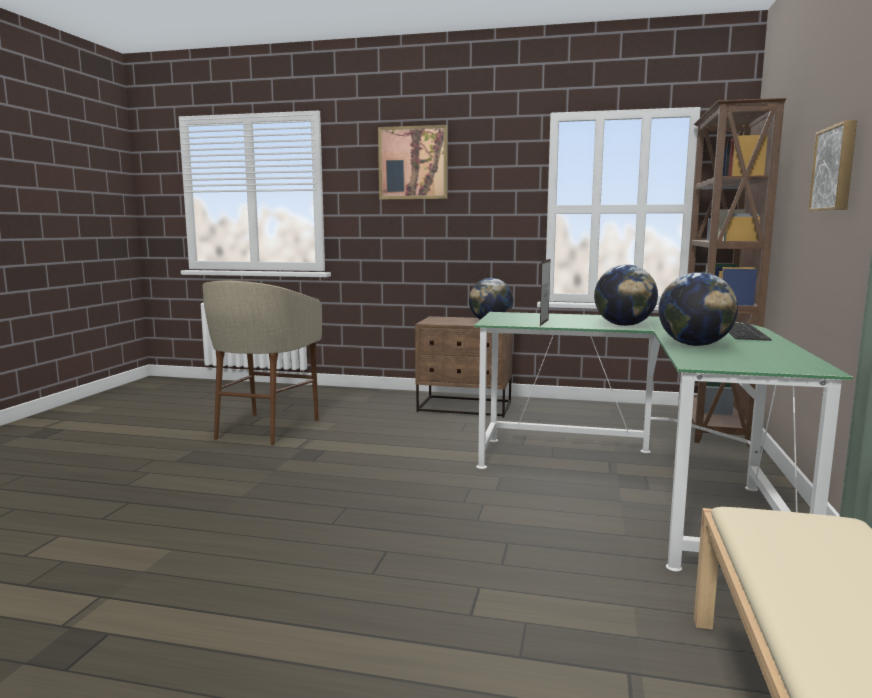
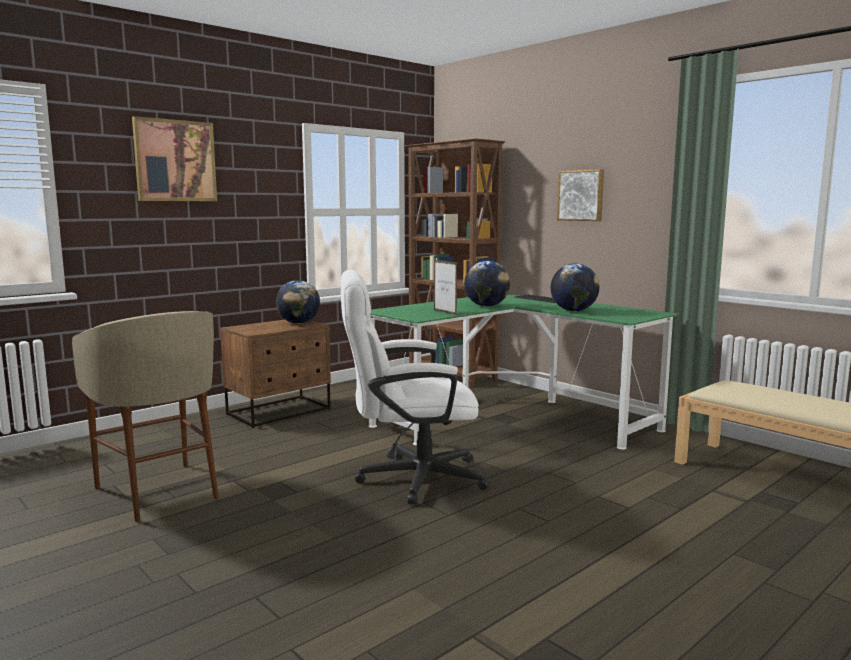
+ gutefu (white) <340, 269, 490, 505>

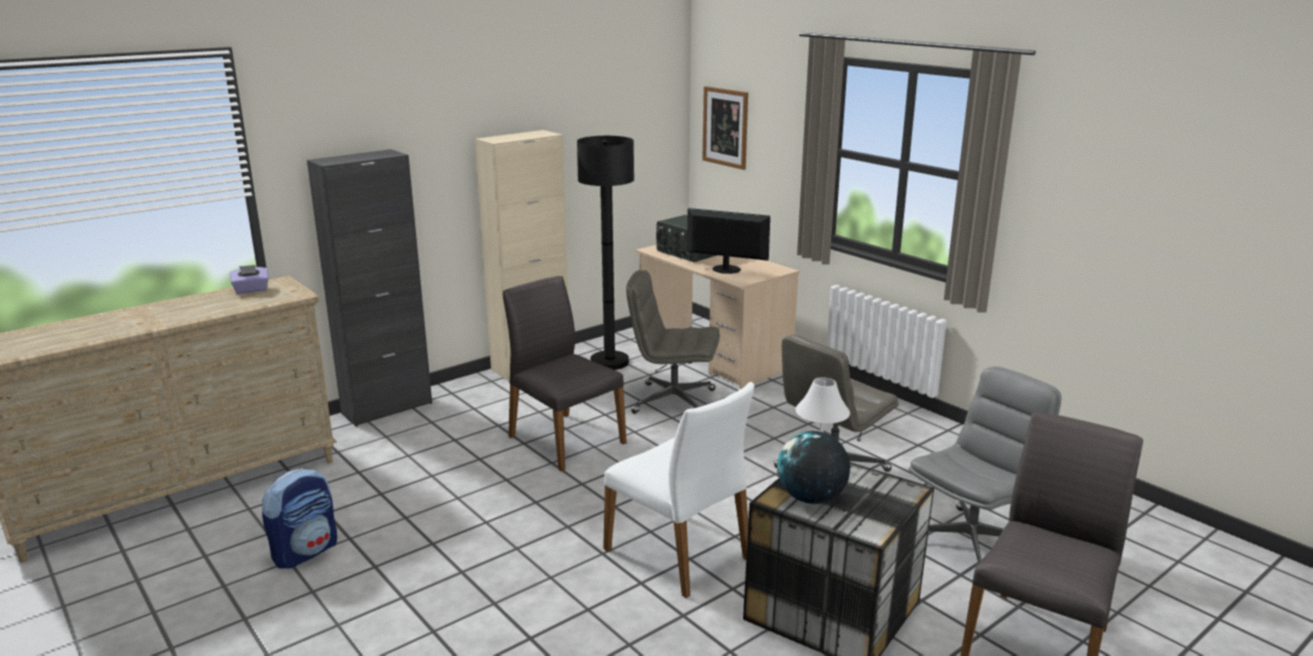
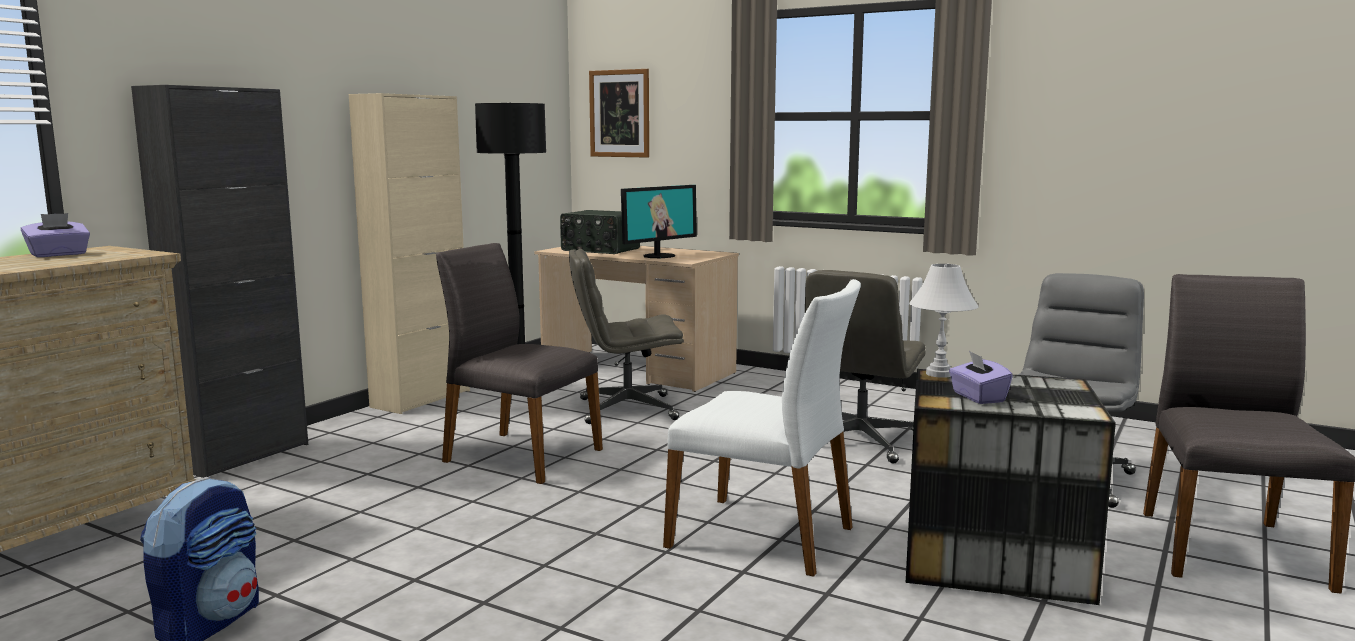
~ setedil <688, 208, 770, 274> = <621, 185, 697, 258> 135 degrees clockwise
~ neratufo <777, 431, 850, 504> to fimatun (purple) <949, 351, 1013, 404>

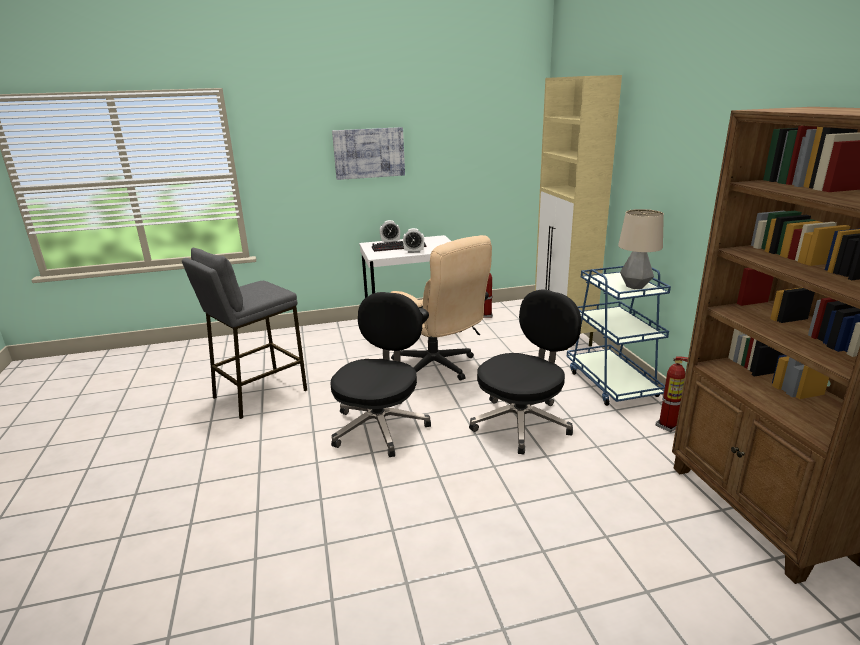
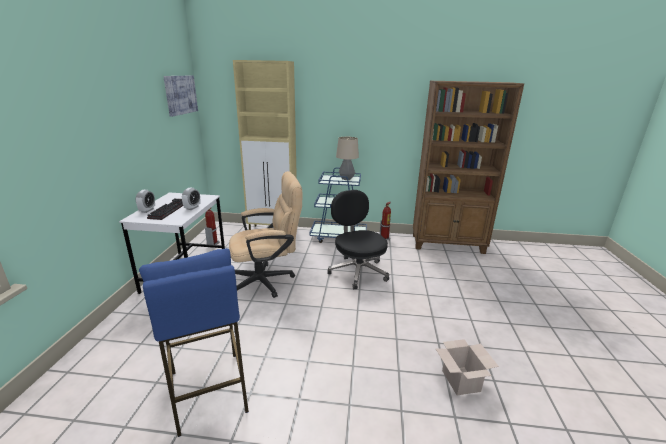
~ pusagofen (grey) <182, 248, 307, 419> to pusagofen (blue) <139, 248, 249, 437>
~ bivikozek <332, 127, 405, 180> to <163, 76, 198, 117>
+ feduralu <435, 339, 499, 395>
- gutefu (black) <331, 292, 431, 457>

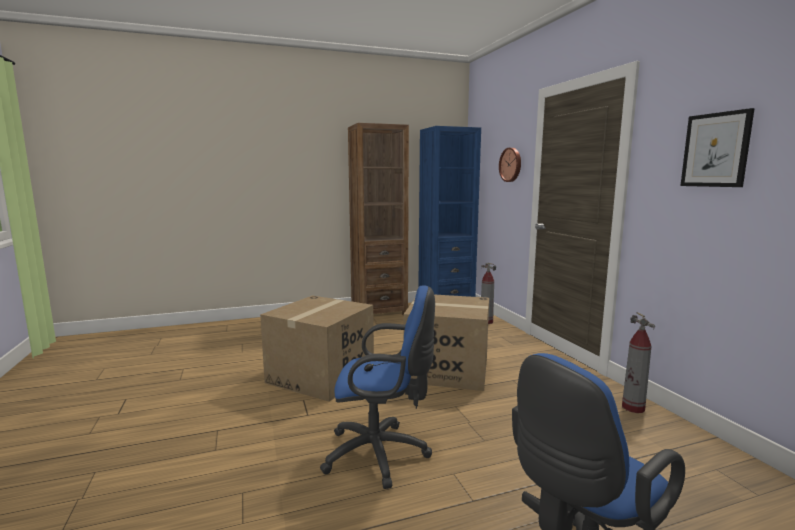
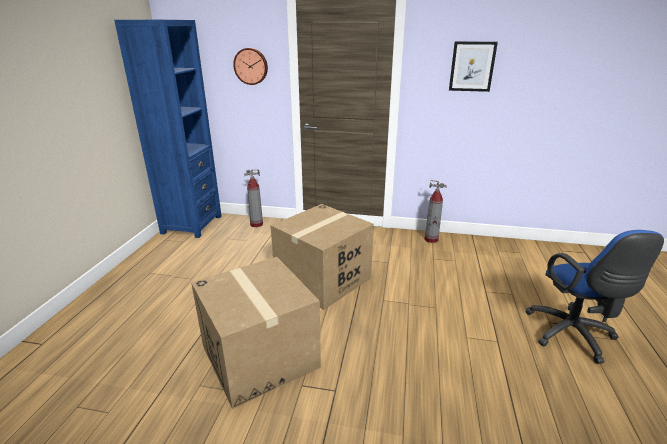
- gutefu (blue) <320, 285, 435, 489>
- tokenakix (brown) <348, 123, 409, 316>

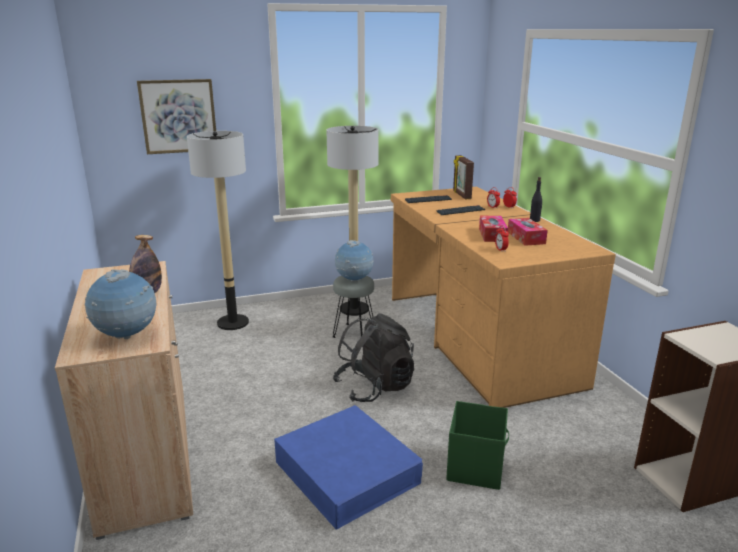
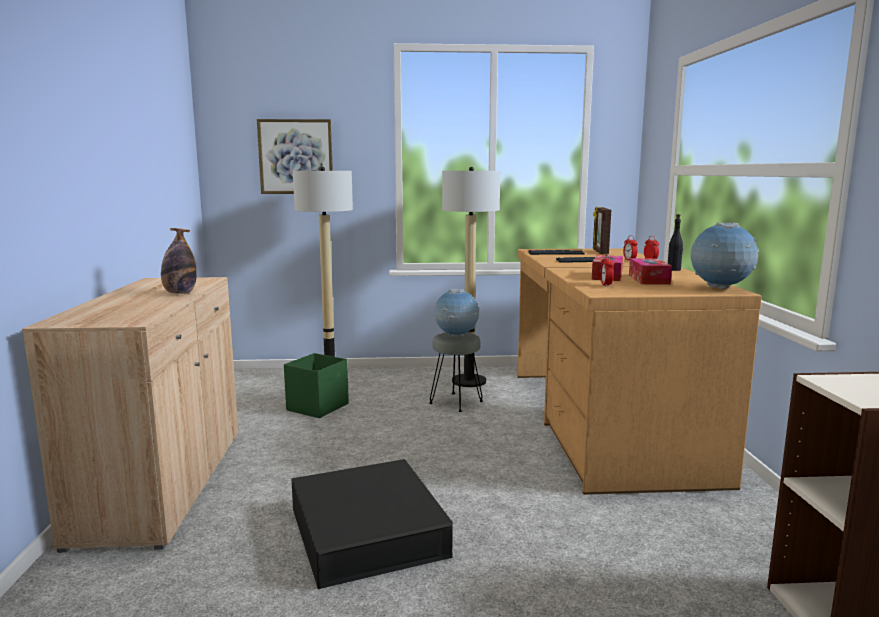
~ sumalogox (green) <446, 401, 509, 490> to <284, 353, 349, 418>
~ sumalogox (blue) <274, 405, 423, 530> to sumalogox (black) <291, 459, 453, 589>
~ neratufo <85, 269, 157, 339> to <691, 222, 759, 289>
- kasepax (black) <333, 313, 414, 402>

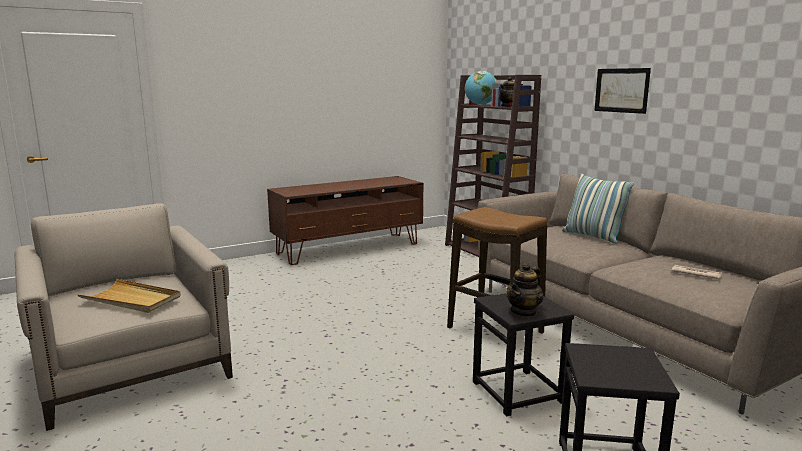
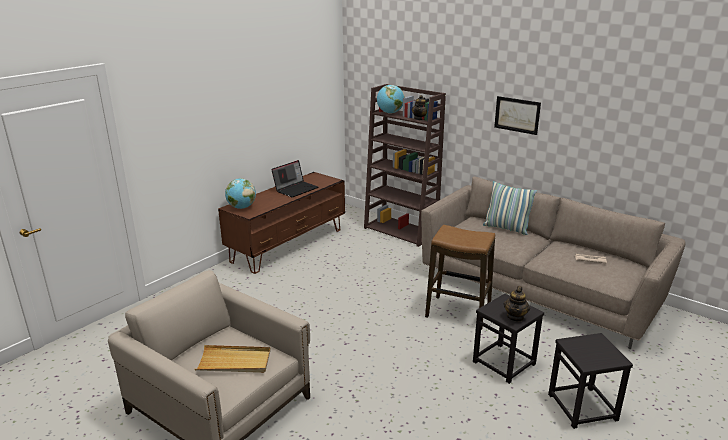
+ neratufo <225, 178, 256, 209>
+ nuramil <271, 160, 318, 197>

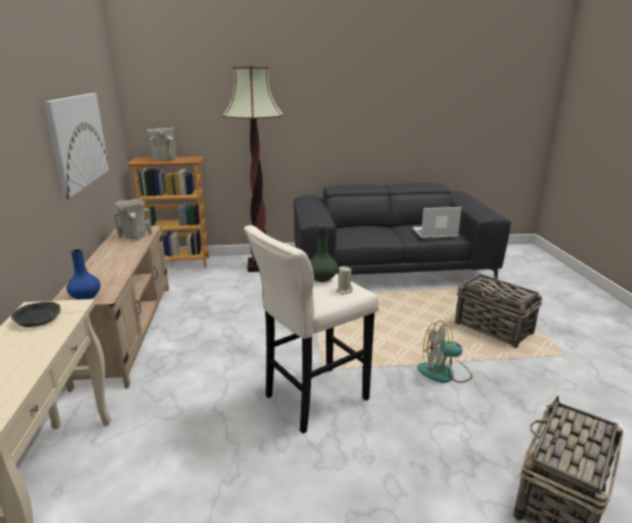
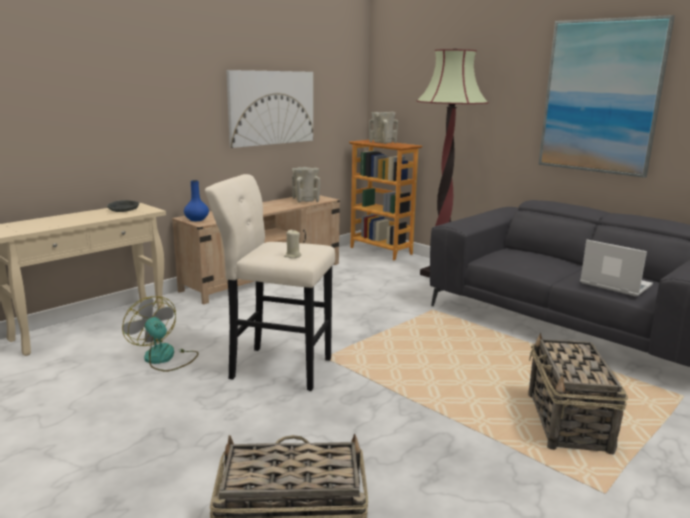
~ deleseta <417, 321, 472, 383> to <122, 296, 199, 372>
+ bivikozek <538, 15, 675, 178>
- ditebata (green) <310, 229, 338, 282>

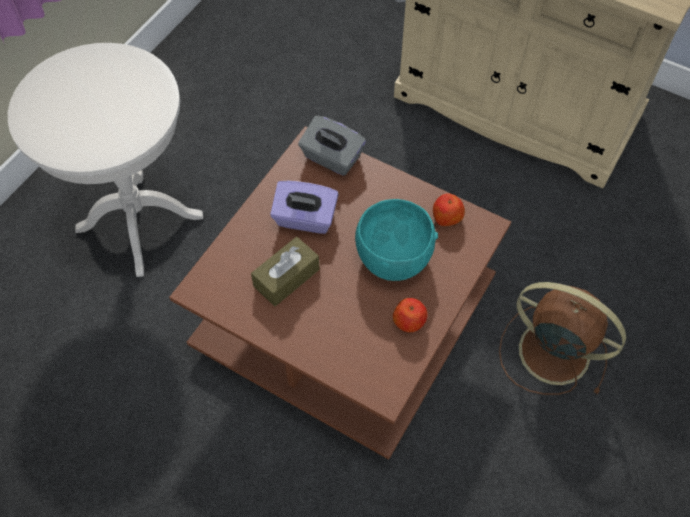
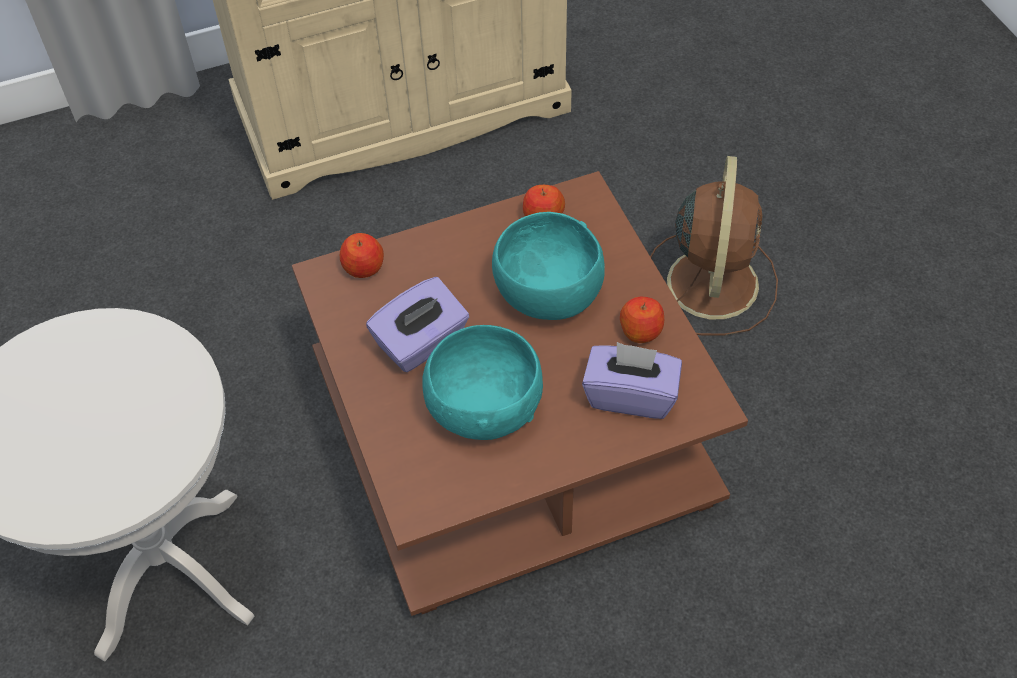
~ fimatun (grey) <298, 116, 366, 176> to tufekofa <340, 233, 384, 278>
~ fimatun (brown) <251, 237, 320, 307> to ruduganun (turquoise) <422, 325, 543, 440>
+ fimatun (purple) <582, 342, 682, 419>
~ deleseta (brown) <499, 282, 626, 395> = <650, 156, 778, 336> 120 degrees clockwise

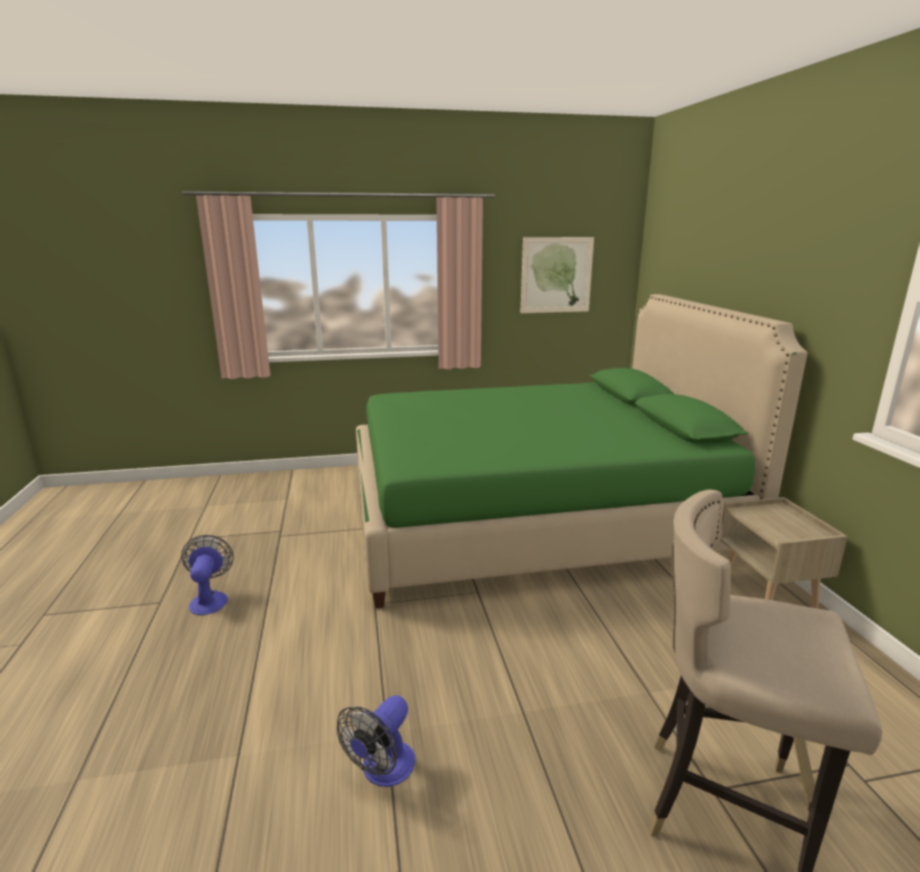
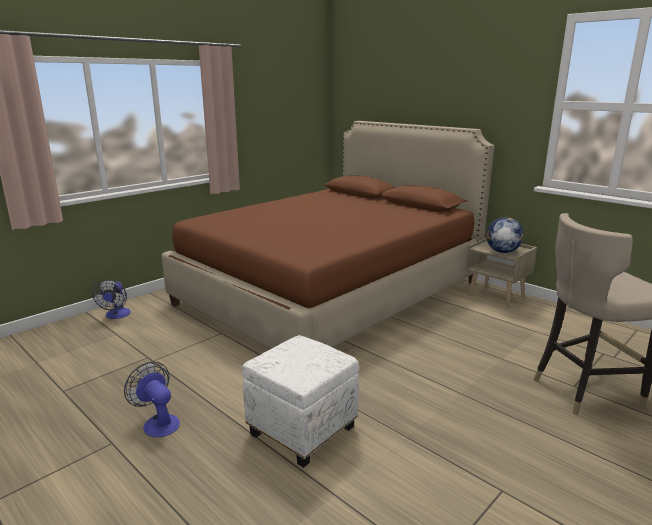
~ deleseta <337, 695, 415, 787> to <92, 280, 131, 319>
~ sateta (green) <356, 294, 807, 608> to sateta (brown) <162, 121, 494, 349>
+ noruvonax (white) <242, 335, 359, 468>
+ neratufo <486, 217, 524, 253>
- bivikozek <520, 237, 594, 313>

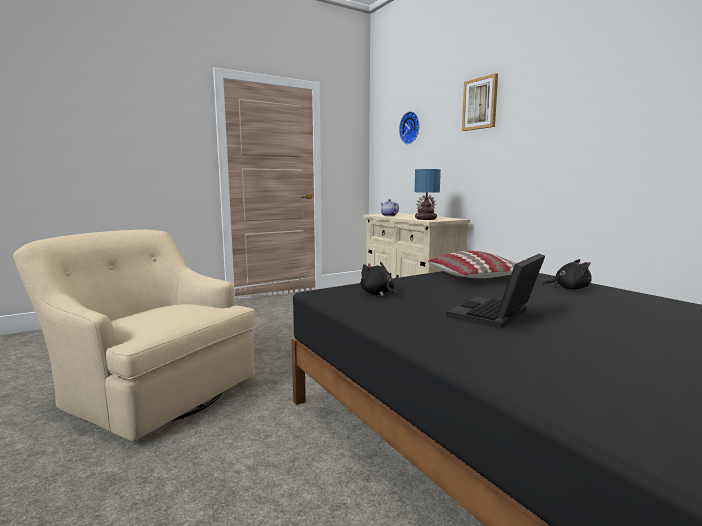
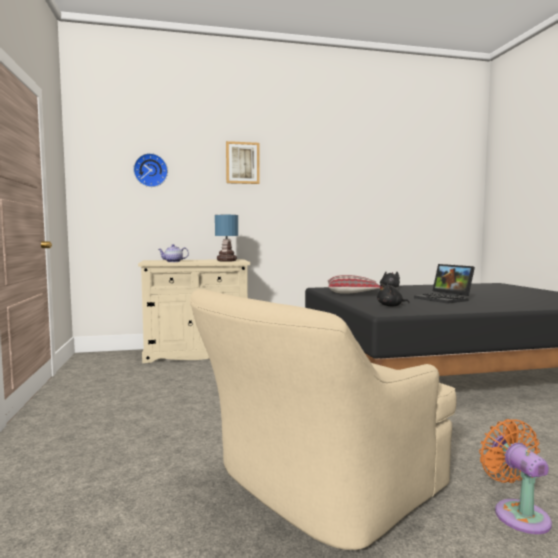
+ deleseta (orange) <479, 419, 552, 534>

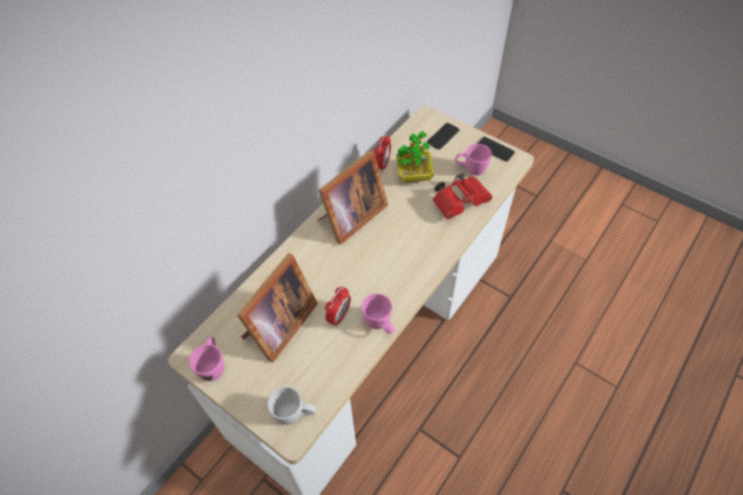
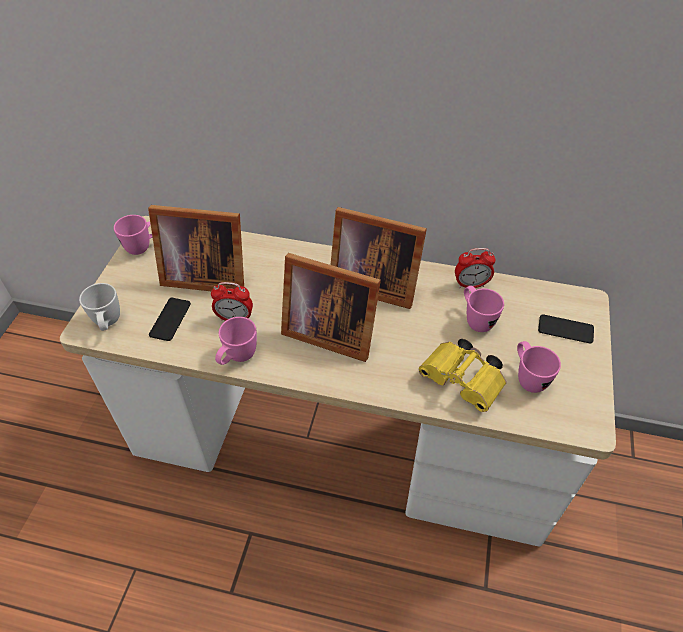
~ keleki <477, 137, 515, 162> to <149, 298, 191, 341>
+ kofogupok <281, 253, 381, 362>
~ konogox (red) <433, 173, 492, 220> to konogox (yellow) <419, 339, 506, 412>
~ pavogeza <396, 131, 434, 182> to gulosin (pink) <464, 286, 504, 332>

